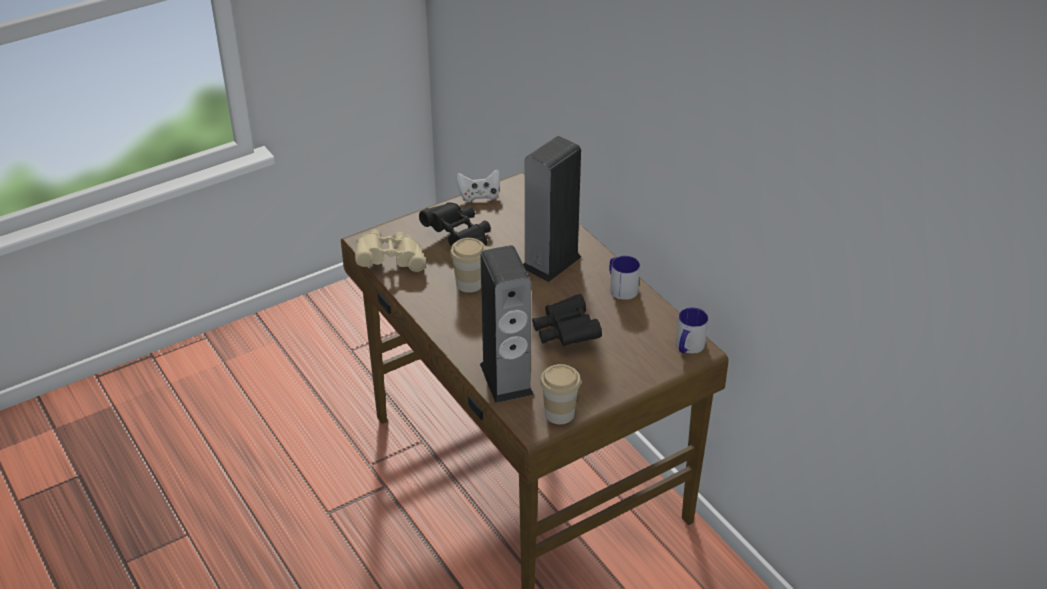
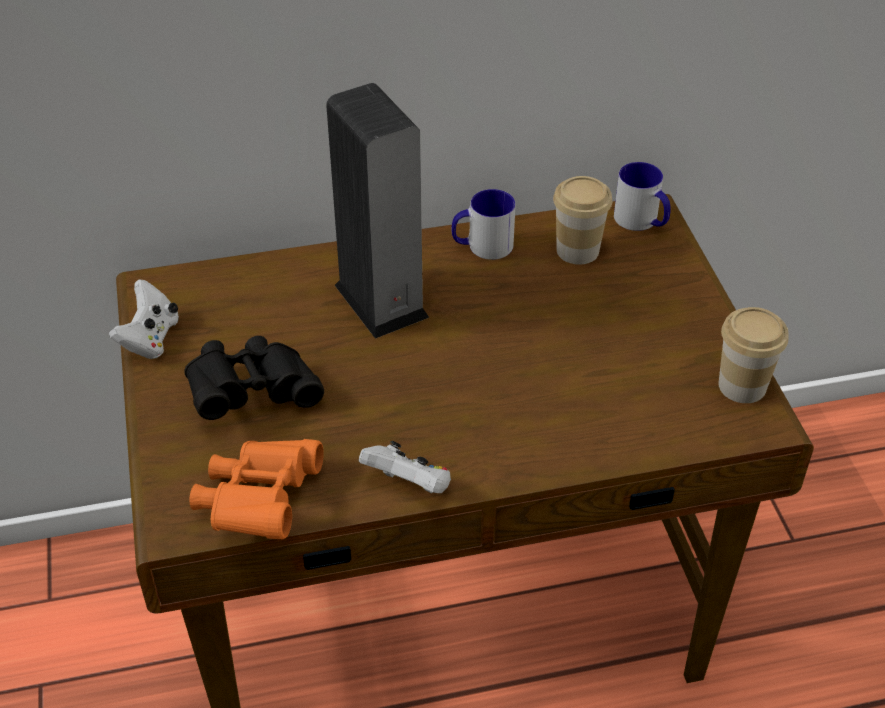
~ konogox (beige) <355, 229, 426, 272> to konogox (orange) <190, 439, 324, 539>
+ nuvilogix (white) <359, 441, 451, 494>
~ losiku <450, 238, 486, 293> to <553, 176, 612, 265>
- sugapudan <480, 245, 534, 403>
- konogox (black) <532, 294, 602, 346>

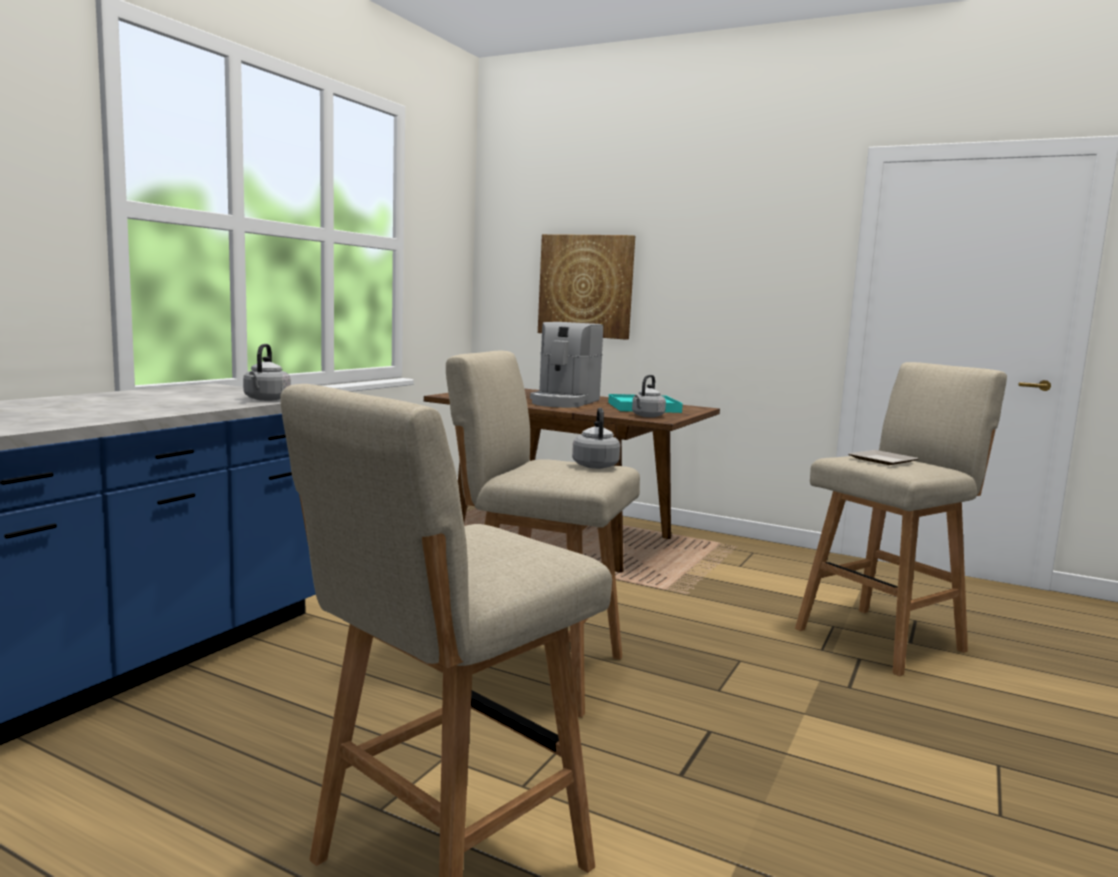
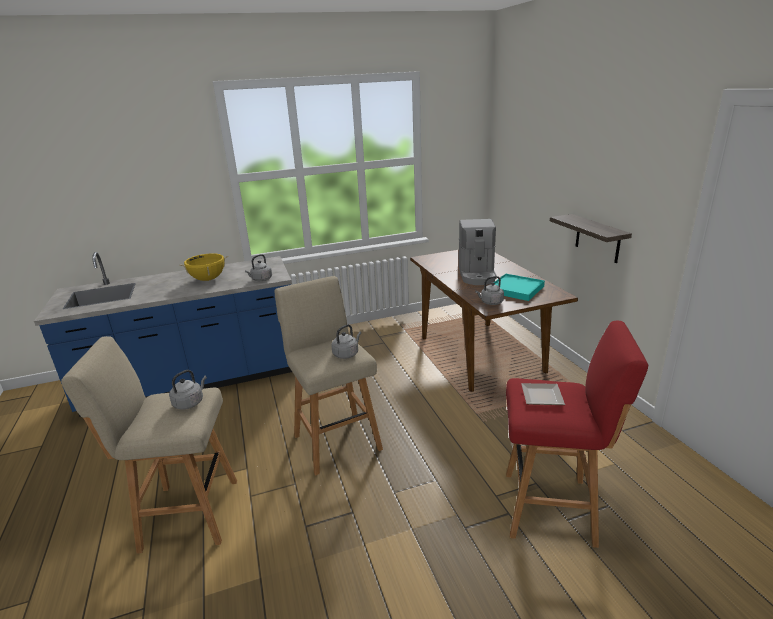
+ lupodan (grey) <169, 370, 207, 410>
+ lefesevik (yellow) <179, 253, 229, 281>
~ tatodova <530, 322, 603, 408> = <459, 219, 497, 285> 60 degrees counterclockwise
~ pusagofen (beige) <795, 362, 1007, 676> to pusagofen (red) <506, 321, 648, 548>
+ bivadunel <550, 214, 632, 263>
- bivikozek <538, 234, 635, 340>

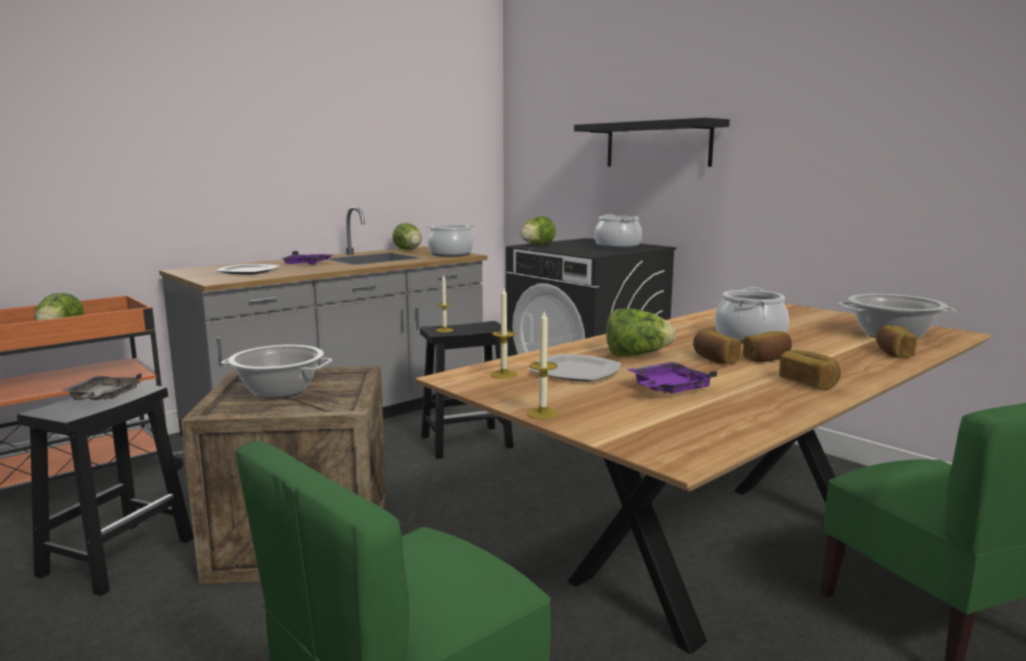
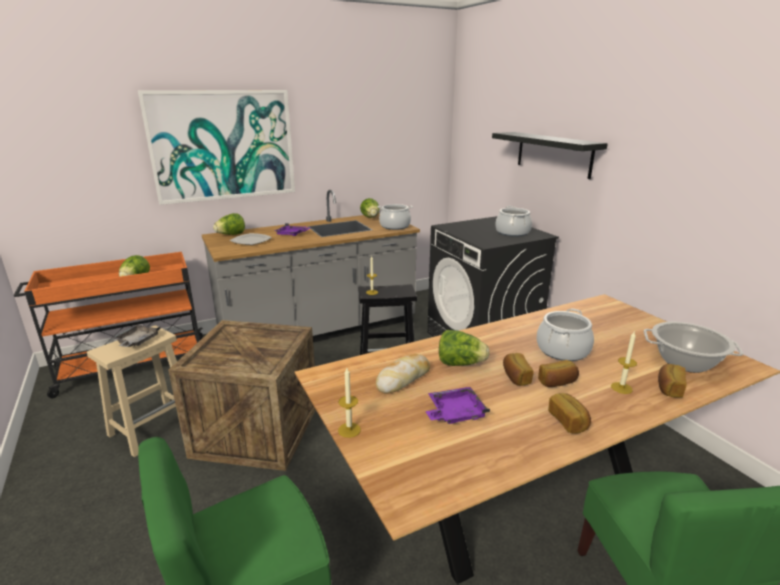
~ pusagofen (black) <17, 383, 194, 596> to pusagofen (beige) <87, 325, 177, 457>
+ bivikozek <138, 90, 295, 205>
~ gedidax <521, 216, 556, 245> to <213, 213, 245, 235>
~ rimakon <529, 354, 621, 382> to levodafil <376, 354, 430, 394>
~ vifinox <491, 288, 518, 379> to <611, 332, 637, 394>
- lefesevik <221, 345, 333, 398>

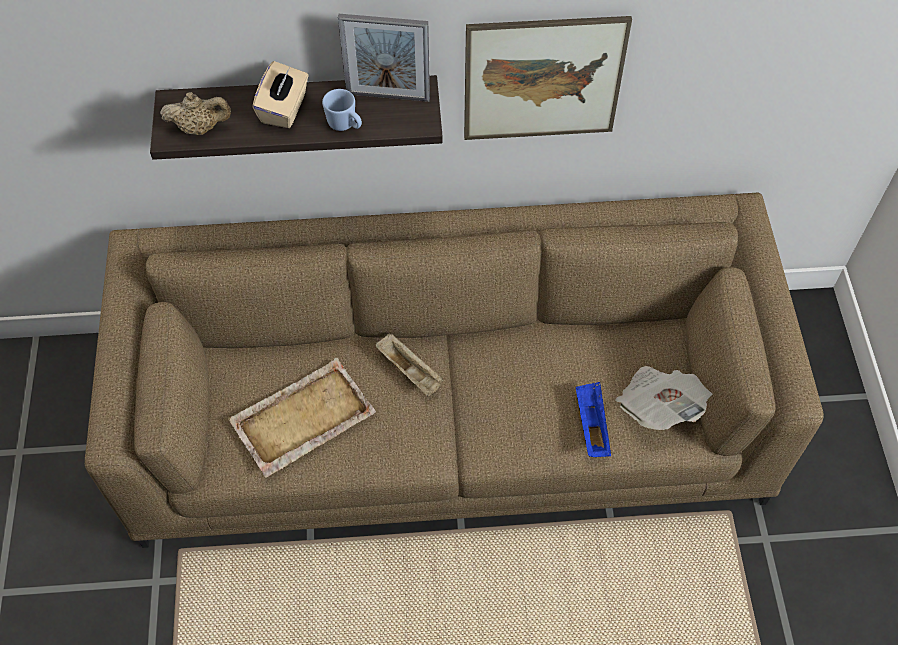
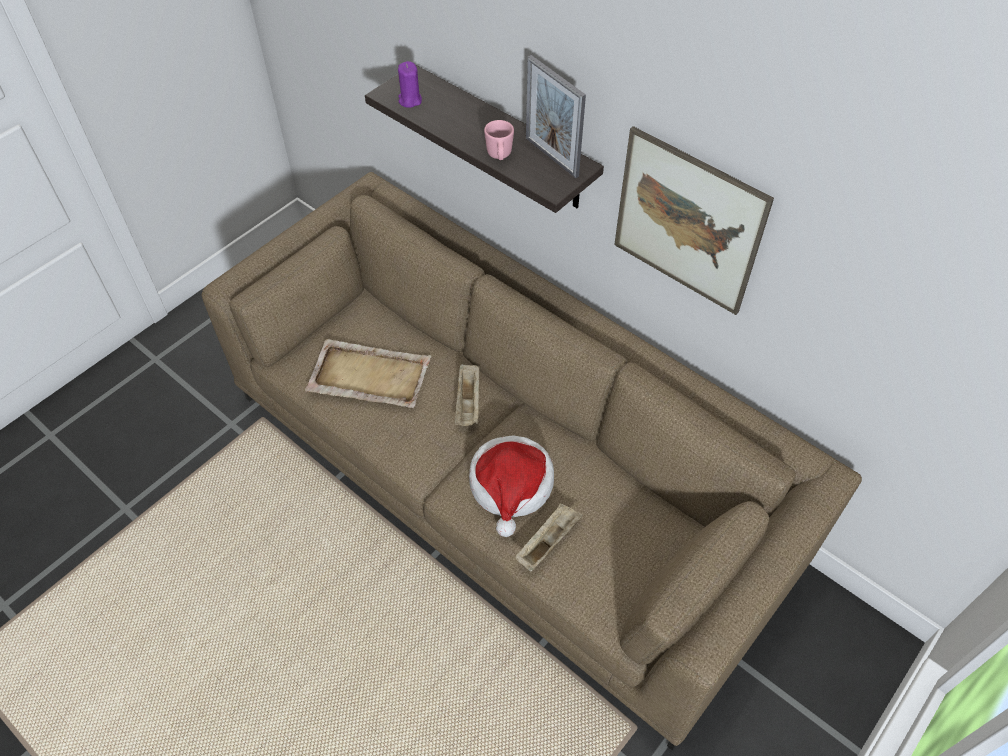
~ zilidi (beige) <160, 92, 231, 135> to vifinox (purple) <398, 61, 422, 108>
+ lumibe <469, 435, 554, 537>
~ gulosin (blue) <322, 89, 362, 131> to gulosin (pink) <484, 120, 514, 160>
~ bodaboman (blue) <576, 382, 611, 457> to bodaboman (beige) <515, 503, 583, 572>
- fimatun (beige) <253, 61, 309, 128>
- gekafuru <615, 366, 712, 430>

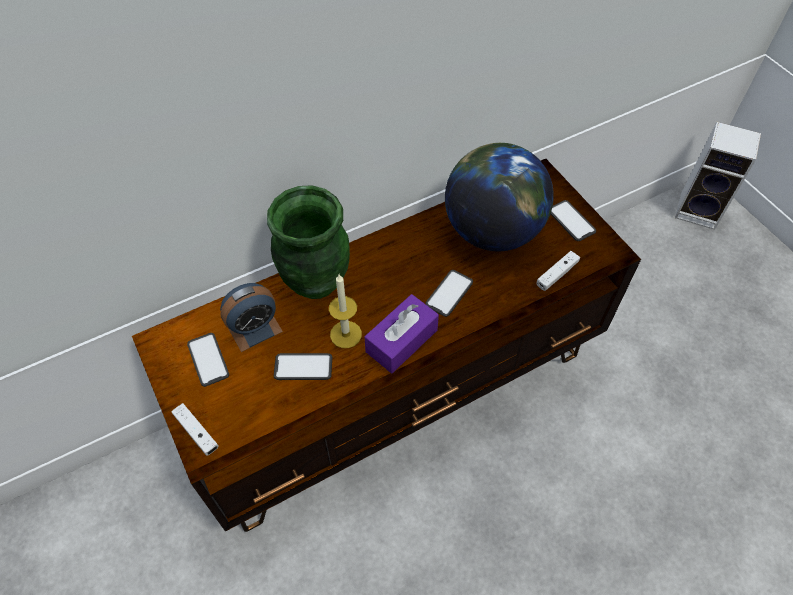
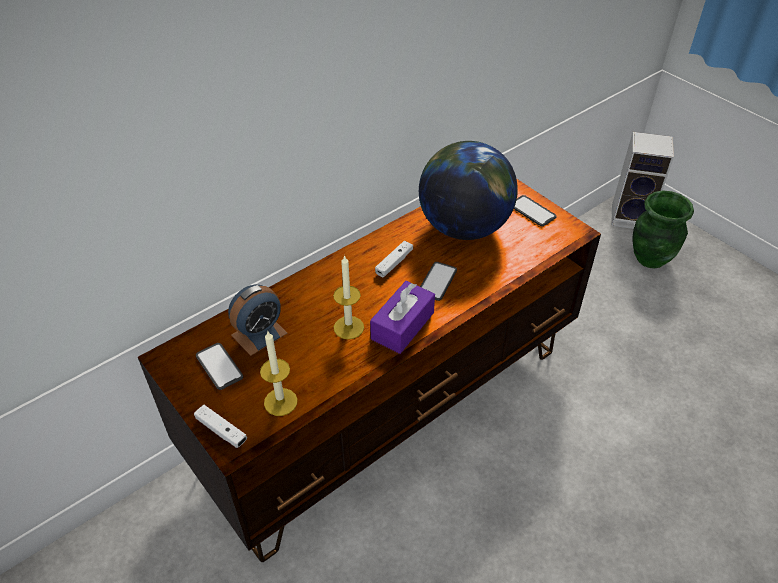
+ vifinox <260, 331, 298, 416>
~ nuvilogix (white) <536, 251, 580, 291> to <375, 241, 413, 277>
~ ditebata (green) <267, 185, 350, 299> to <632, 191, 694, 269>
- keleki <274, 353, 332, 380>

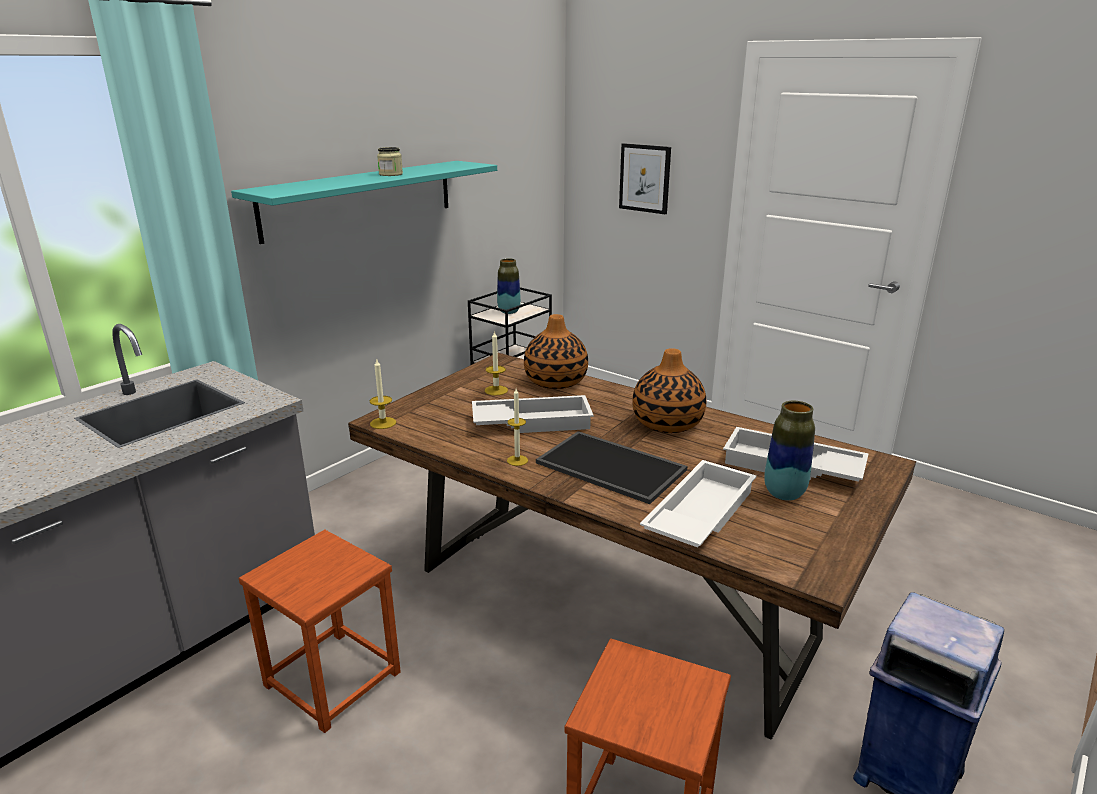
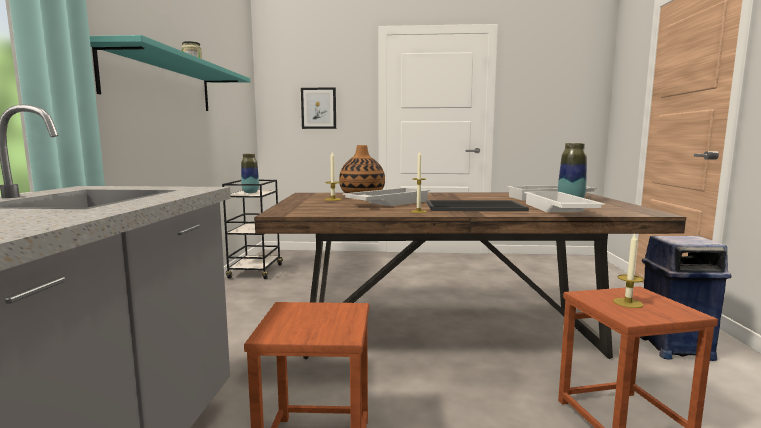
~ vifinox <370, 358, 396, 429> to <613, 234, 644, 308>
- ditebata <632, 348, 706, 433>

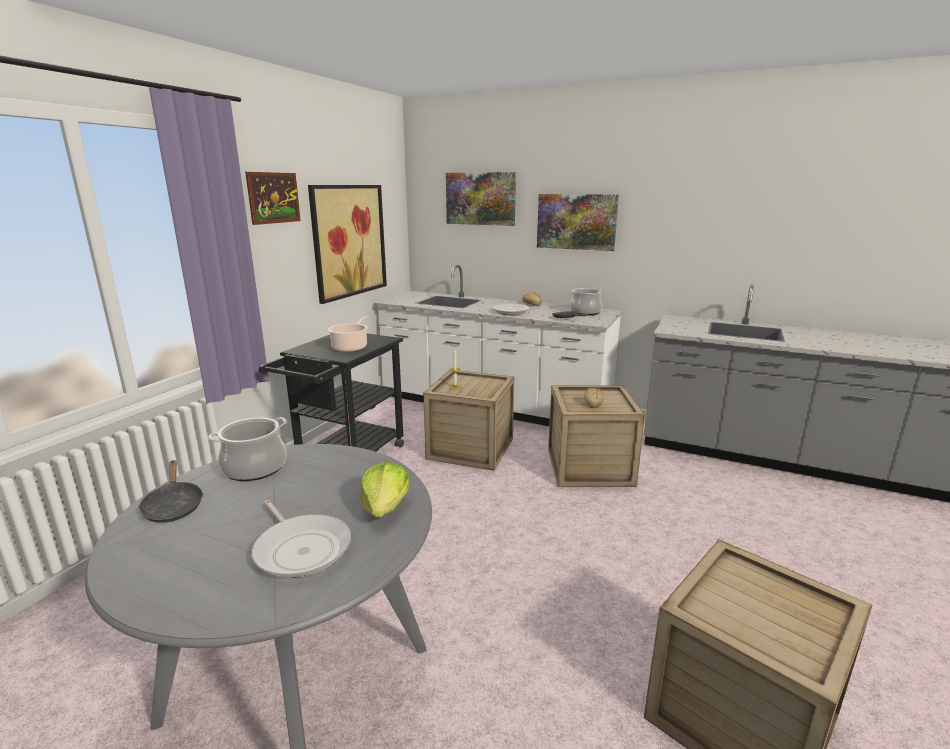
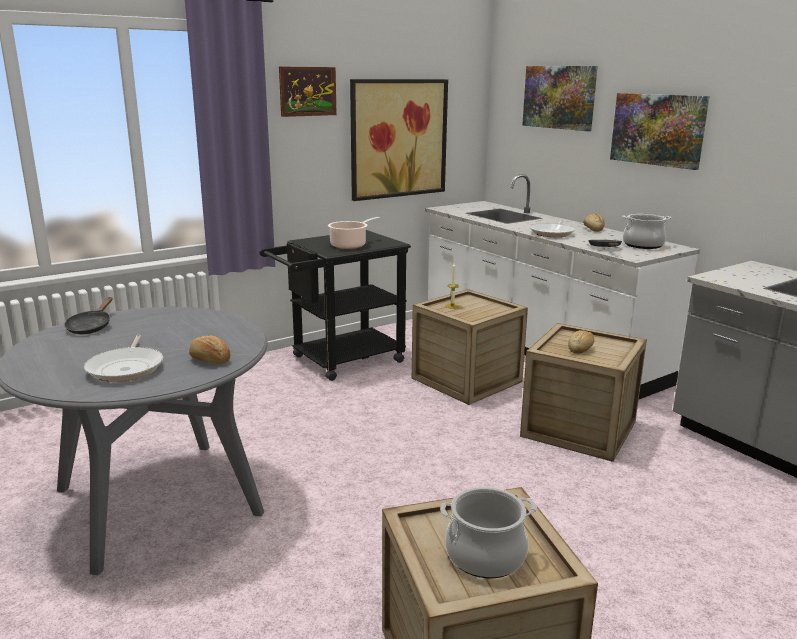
~ gedidax <360, 462, 410, 517> to levodafil <189, 335, 230, 364>
~ lefesevik <208, 417, 287, 481> to <440, 487, 537, 578>

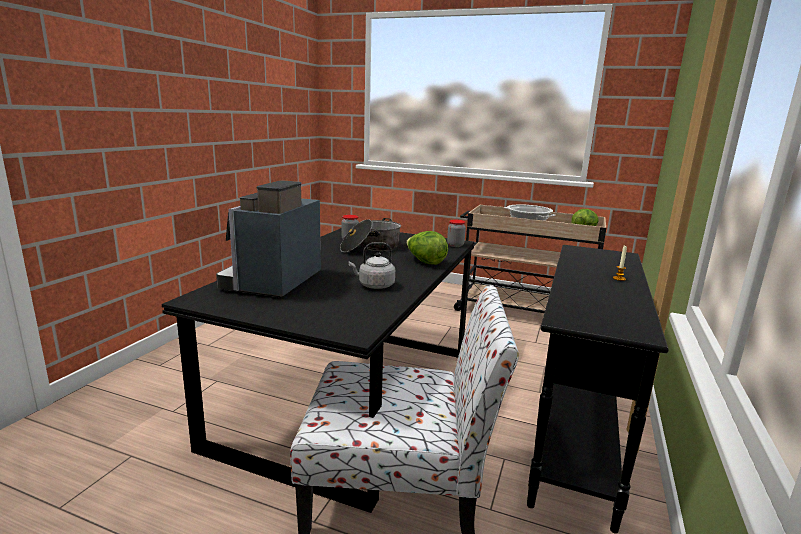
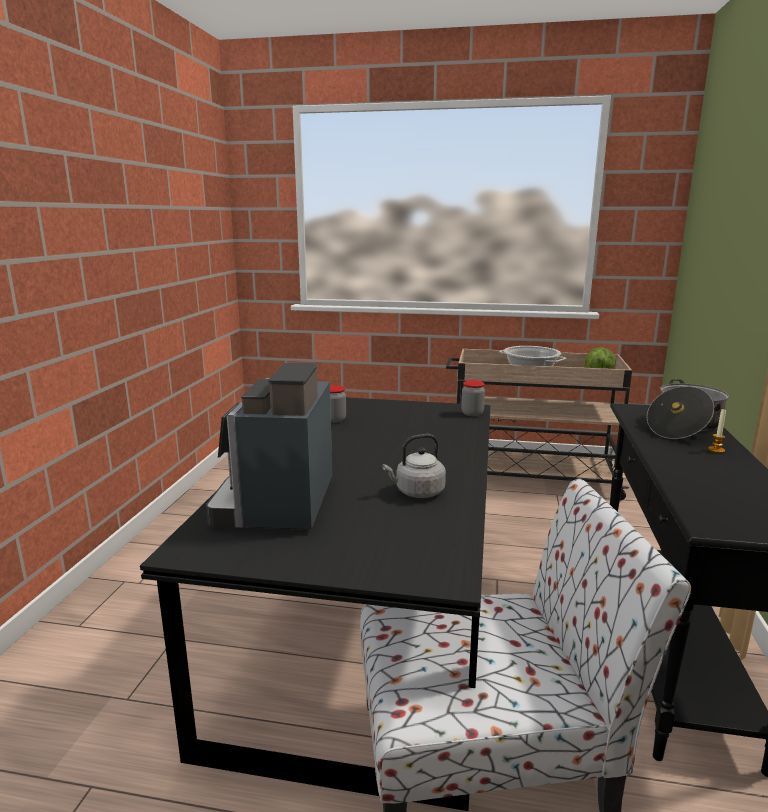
~ lefesevik <340, 218, 401, 253> to <647, 379, 729, 439>
- gedidax <406, 231, 448, 265>

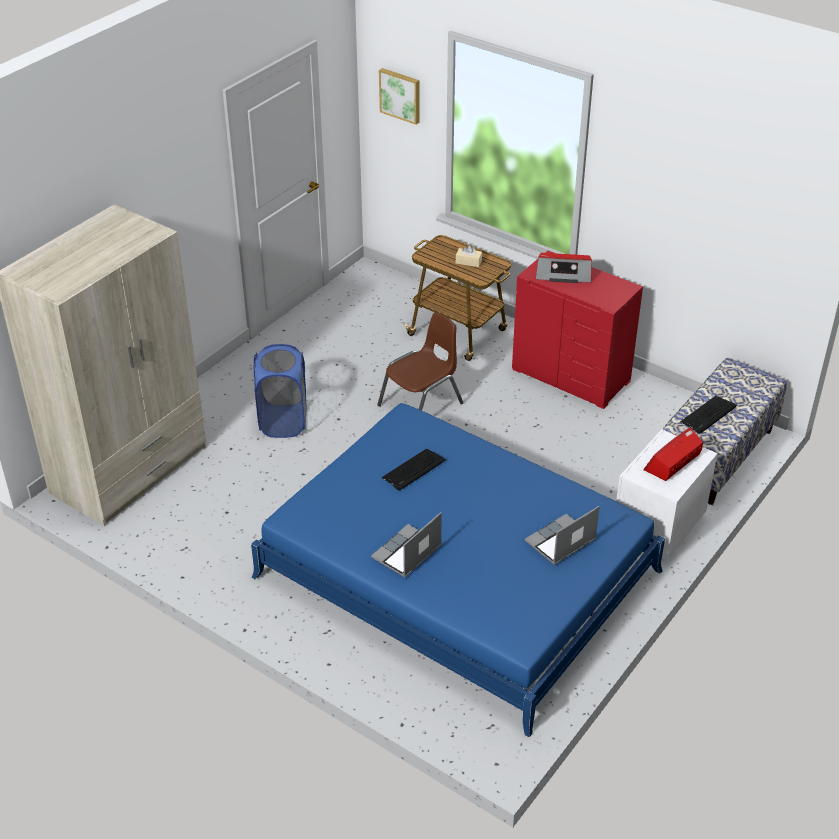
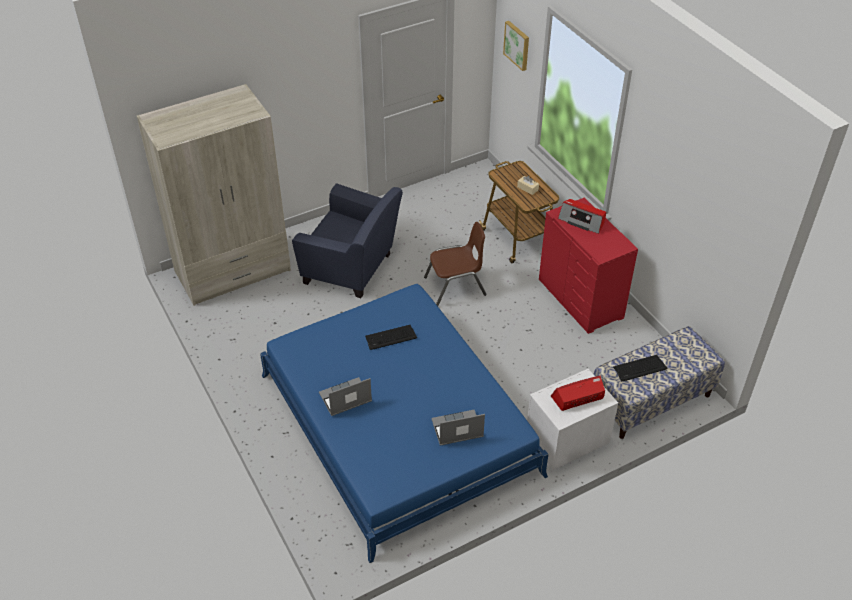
~ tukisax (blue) <254, 344, 306, 438> to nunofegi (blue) <292, 183, 403, 298>

